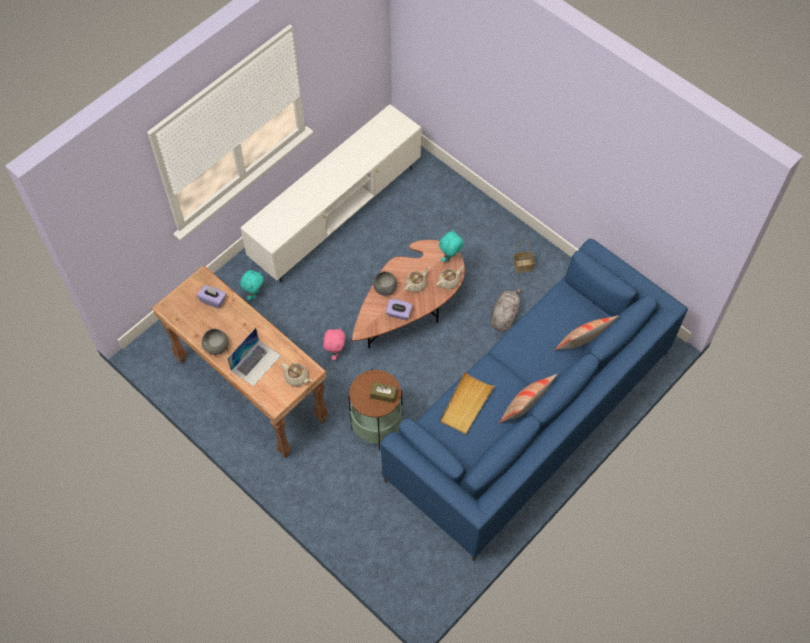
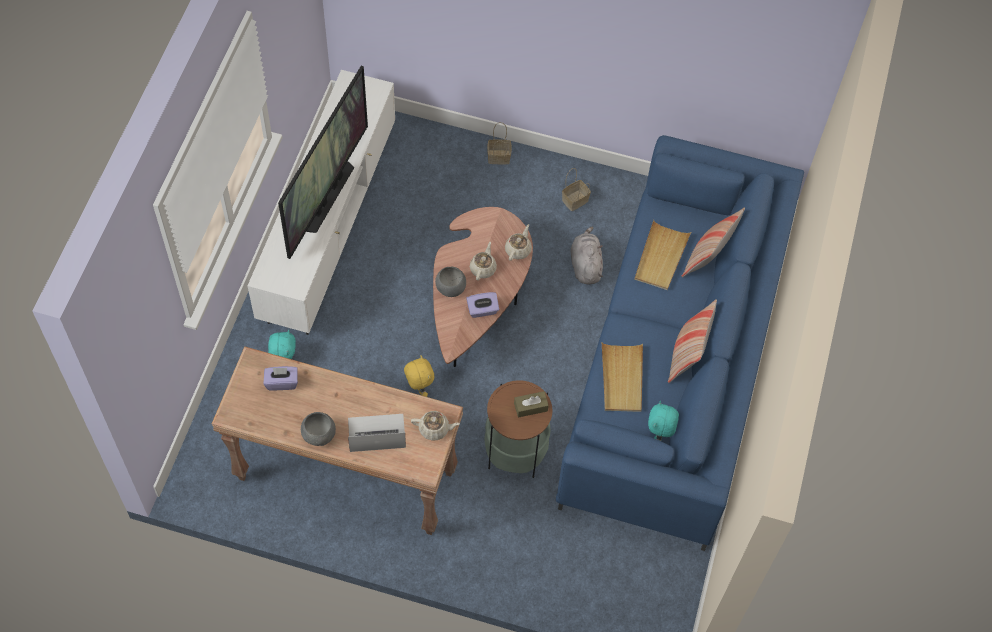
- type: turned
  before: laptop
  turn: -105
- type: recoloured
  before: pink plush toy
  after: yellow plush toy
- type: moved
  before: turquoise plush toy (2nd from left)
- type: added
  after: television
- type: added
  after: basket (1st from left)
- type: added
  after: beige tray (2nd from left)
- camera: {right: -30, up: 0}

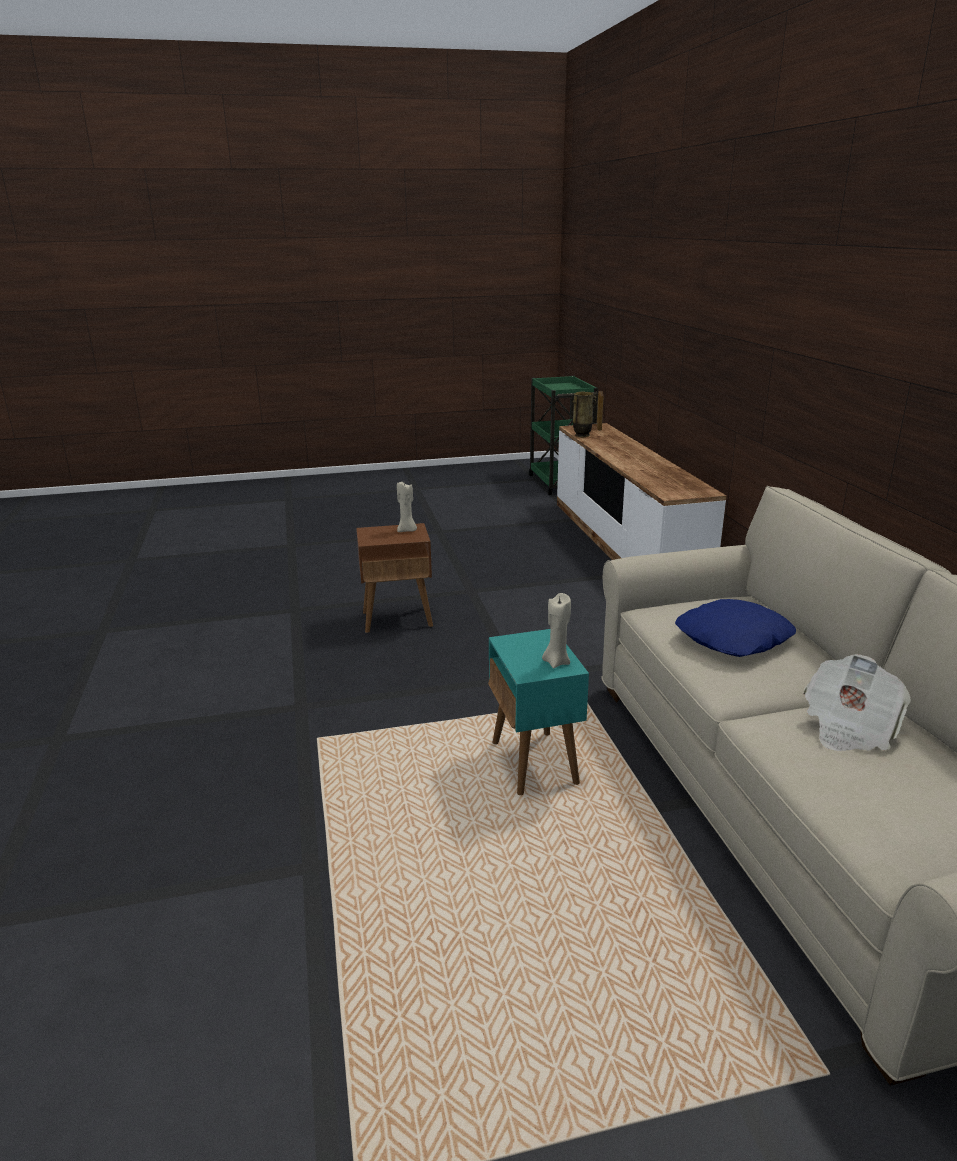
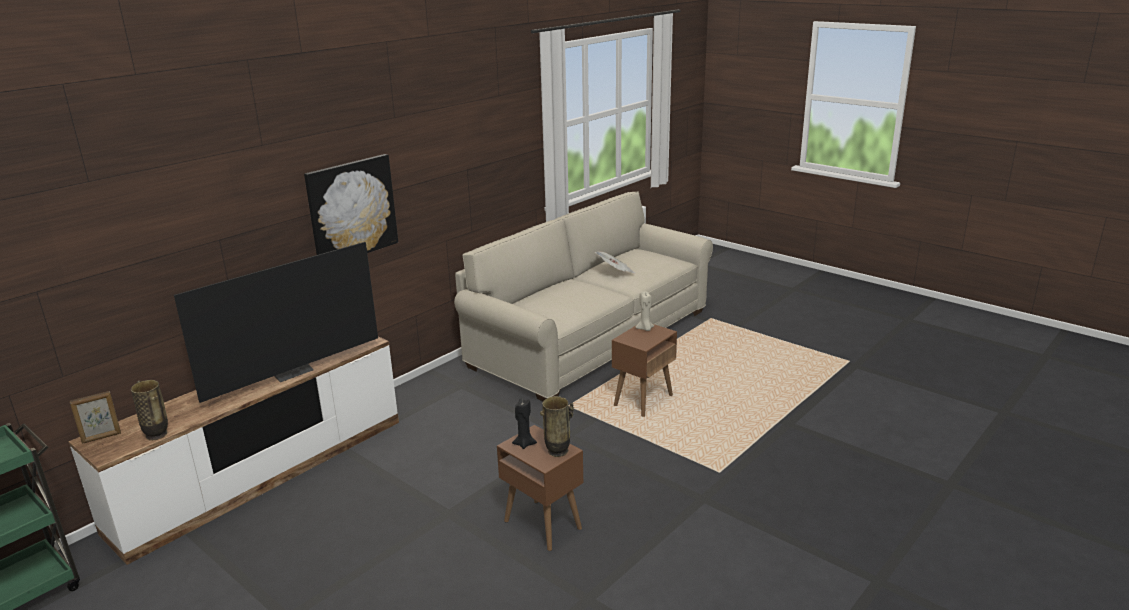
- type: recoloured
  before: beige candle (1st from left)
  after: black candle
- type: recoloured
  before: turquoise side table
  after: brown side table (2nd from left)
- type: removed
  before: blue pillow
- type: added
  after: television
- type: added
  after: picture
- type: added
  after: vase (2nd from left)
- camera: {right: -125, up: 0}

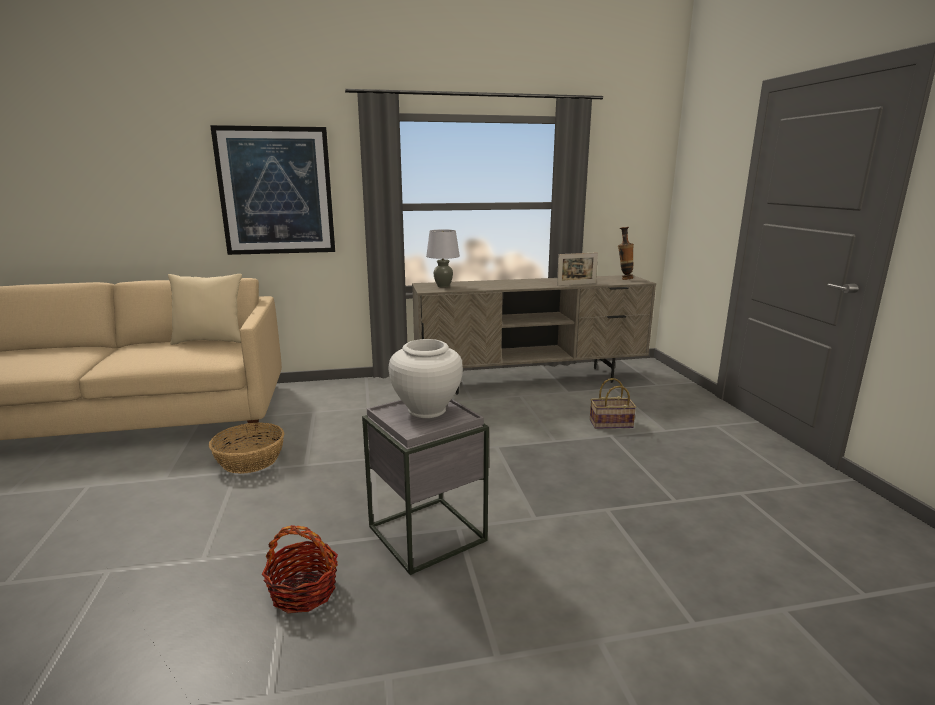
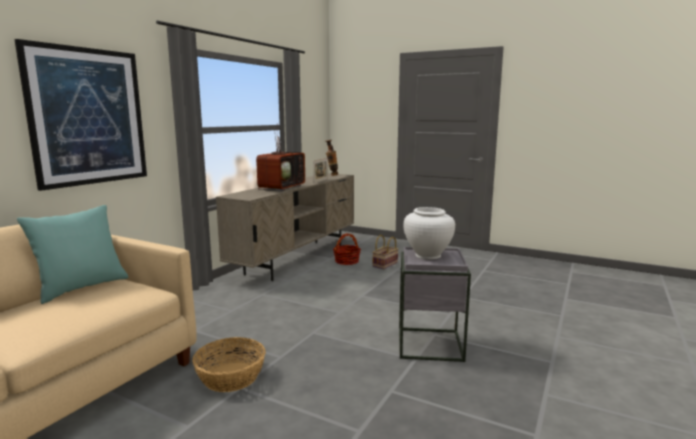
- type: recoloured
  before: beige pillow
  after: turquoise pillow
- type: moved
  before: basket (2nd from left)
- type: removed
  before: grey table lamp
- type: added
  after: television
- camera: {right: -50, up: -5}

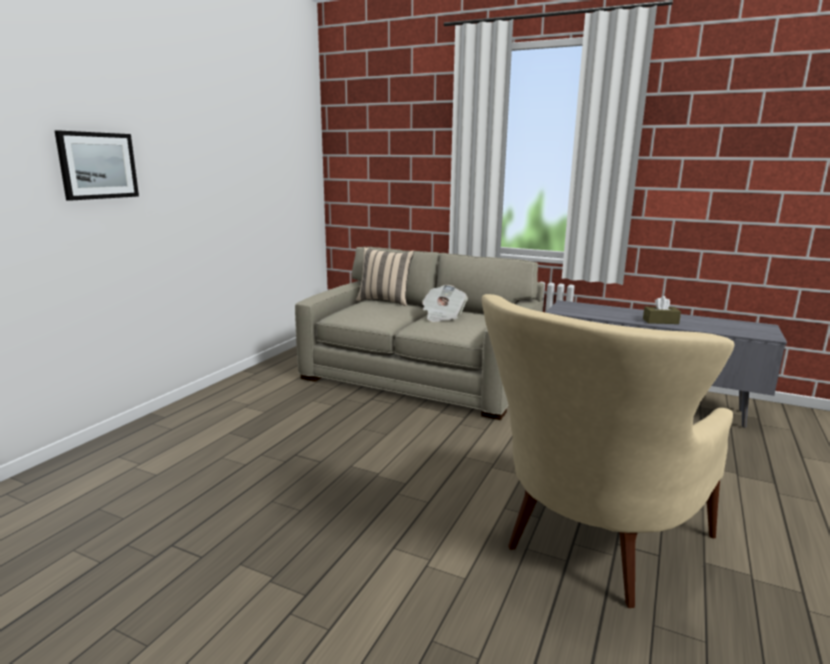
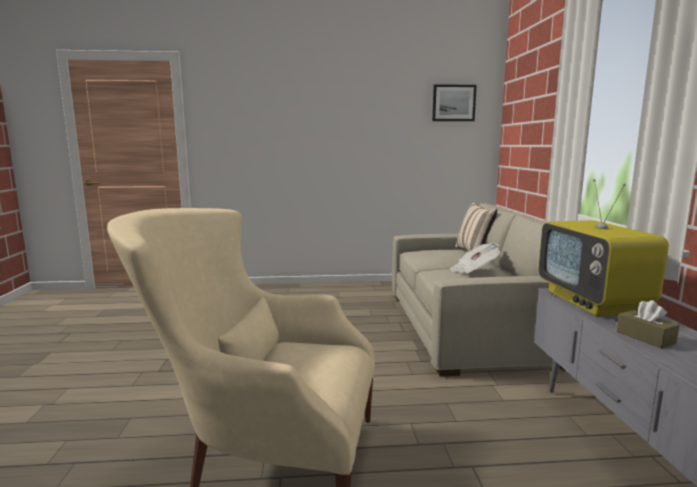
- type: moved
  before: picture
- type: added
  after: television
- camera: {right: 60, up: -5}

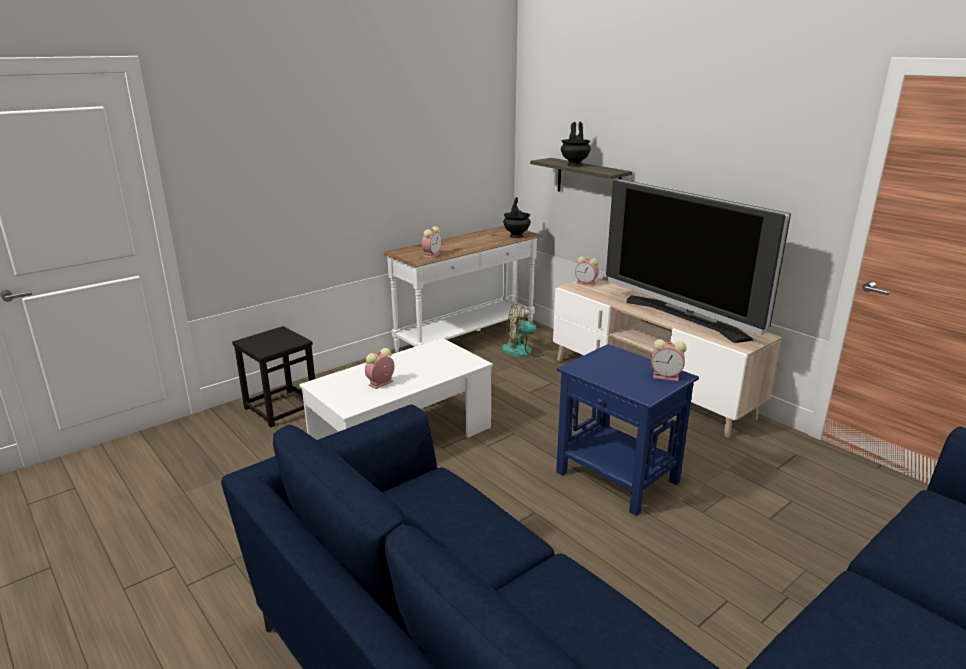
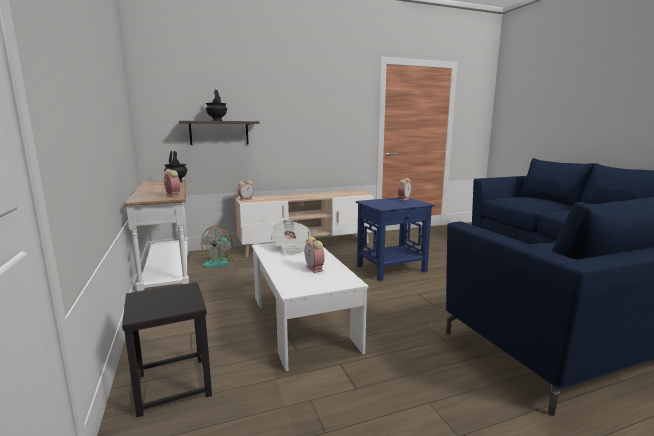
- type: removed
  before: television
- type: added
  after: newspaper
- camera: {right: -70, up: -10}

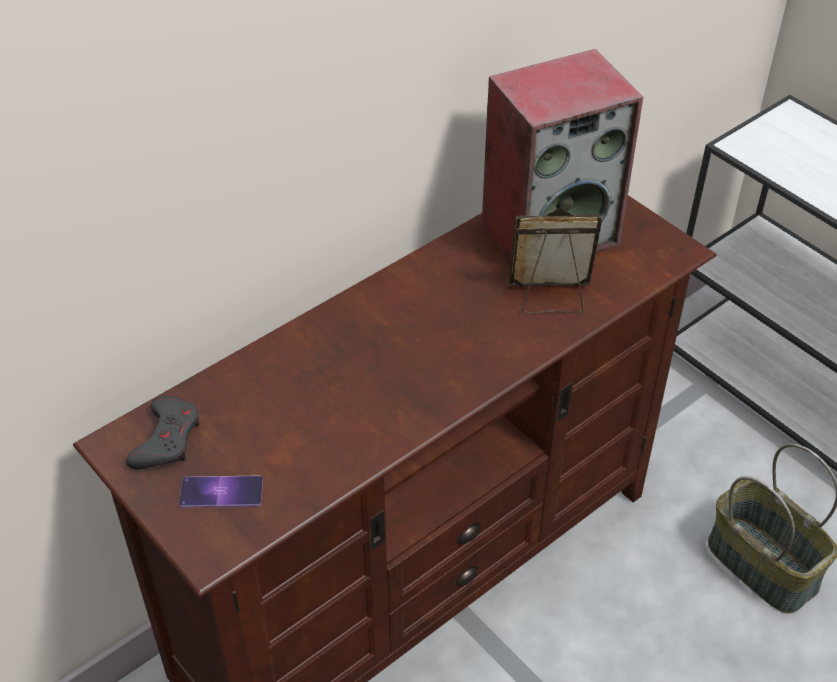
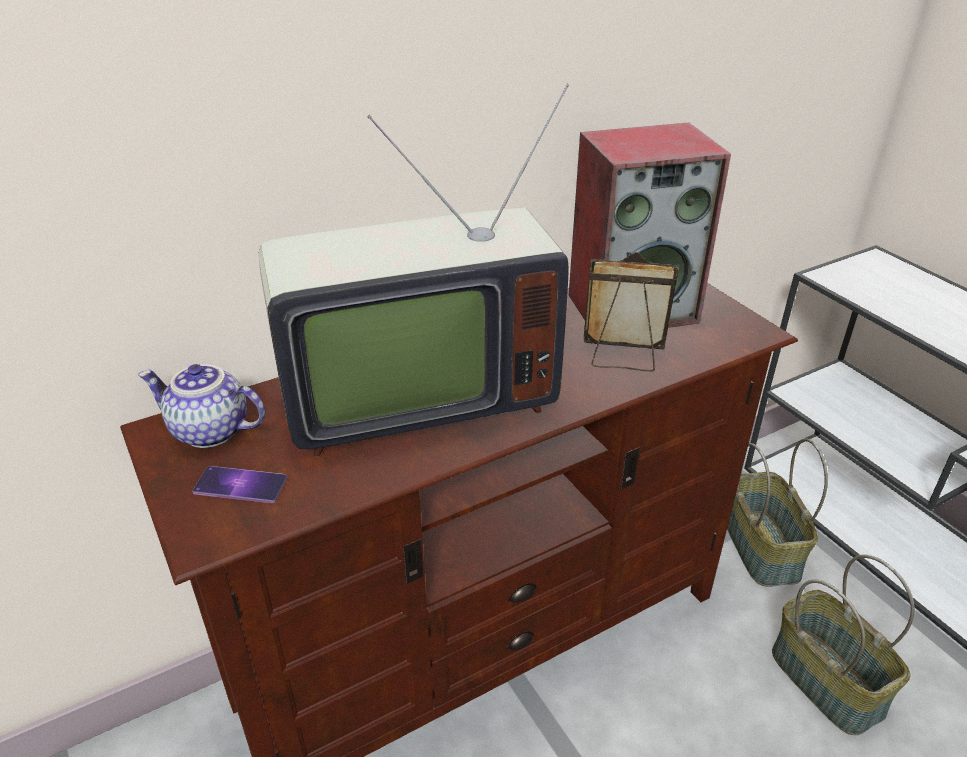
- type: replaced
  before: grey game controller
  after: teapot
- type: added
  after: television
- type: added
  after: basket (1st from left)
- camera: {right: 10, up: -10}

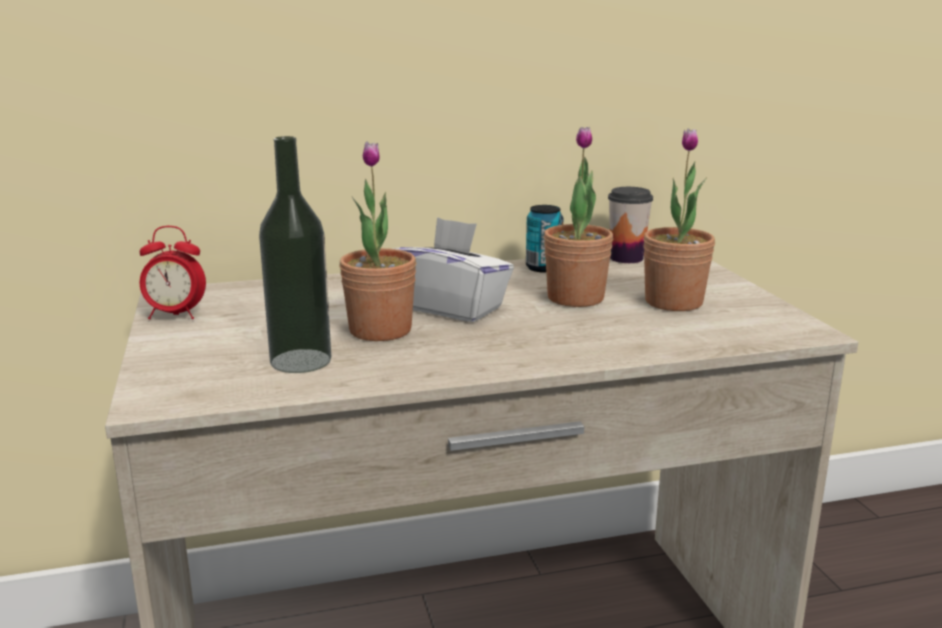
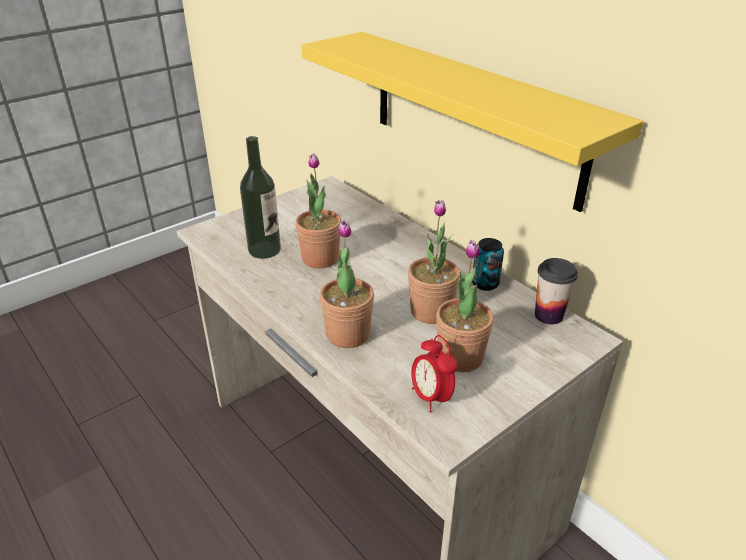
- type: moved
  before: alarm clock
- type: removed
  before: white tissue box
- type: added
  after: yellow shelf
- type: added
  after: potted plant (2nd from left)
- camera: {right: 65, up: 15}

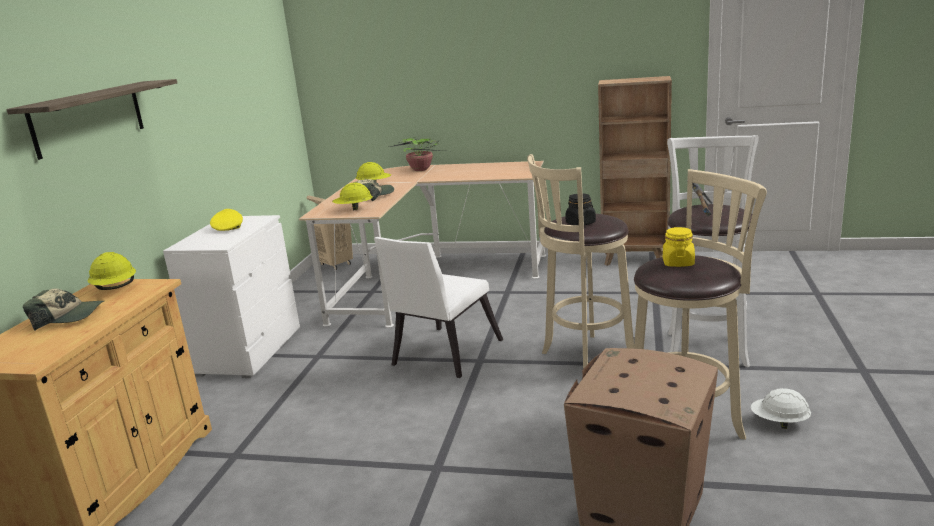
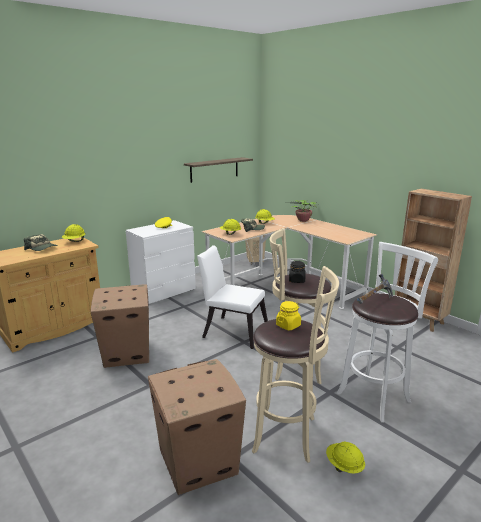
- type: moved
  before: shelf
- type: turned
  before: white chair
  turn: 45
- type: recoloured
  before: white hard hat
  after: yellow hard hat (4th from left)
- type: added
  after: cardboard box (1st from left)
- camera: {right: 35, up: 0}

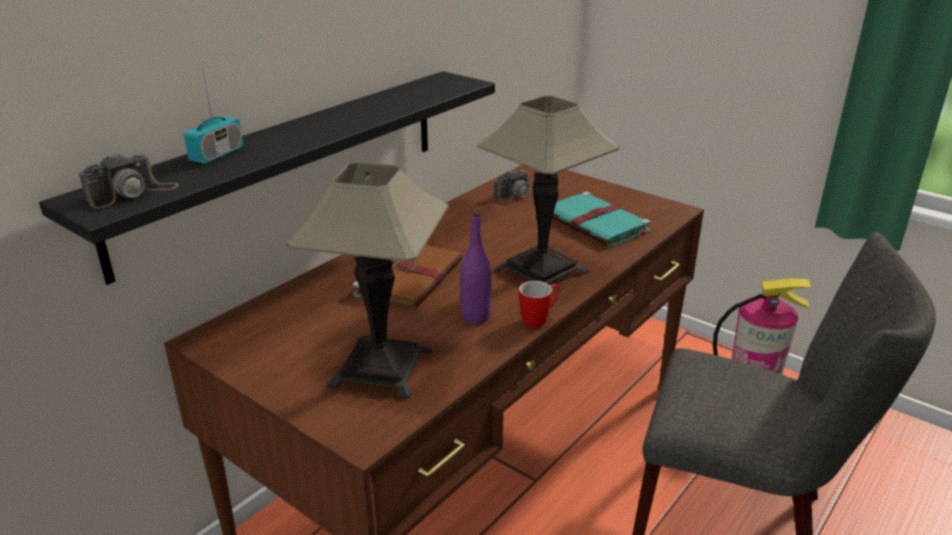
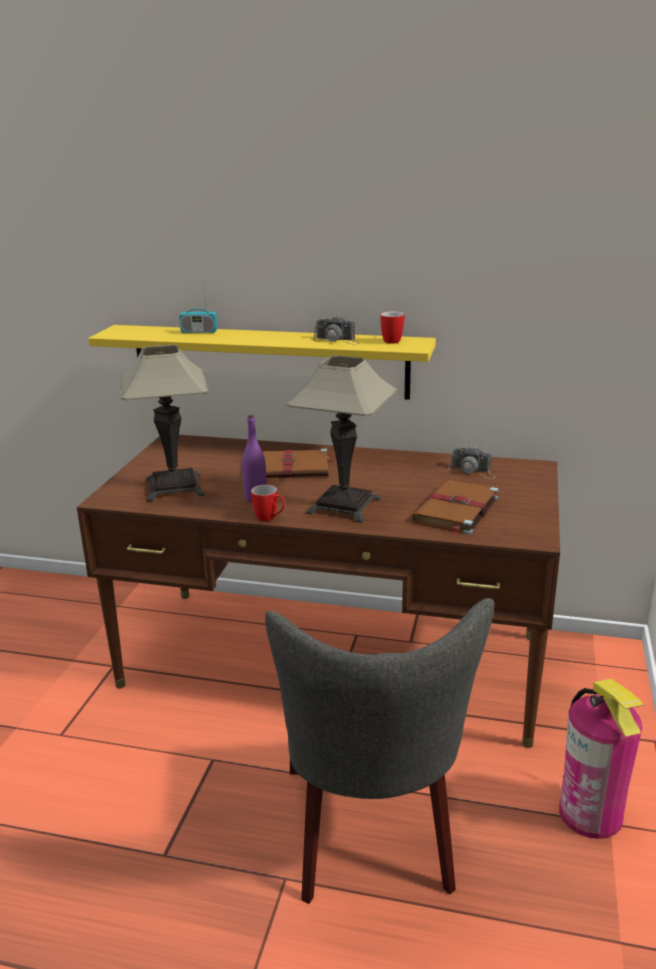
- type: recoloured
  before: black shelf
  after: yellow shelf
- type: moved
  before: photo camera (1st from left)
- type: recoloured
  before: turquoise book
  after: brown book (2nd from left)
- type: added
  after: mug (2nd from left)
- camera: {right: 65, up: -5}

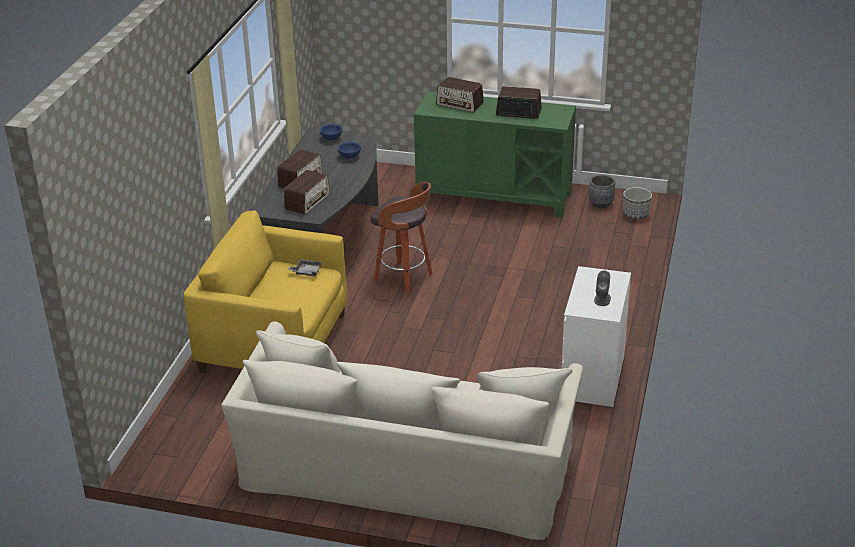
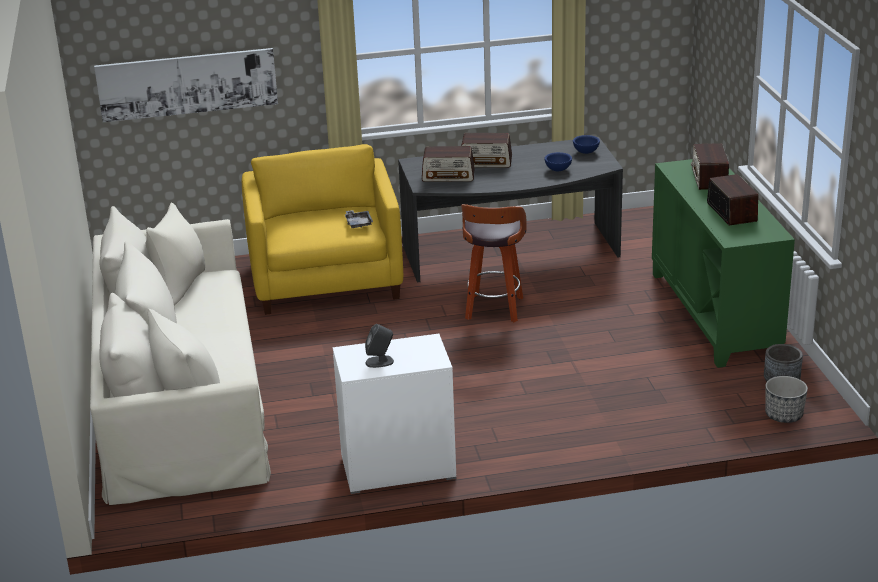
- type: added
  after: picture
- camera: {right: 65, up: -5}

